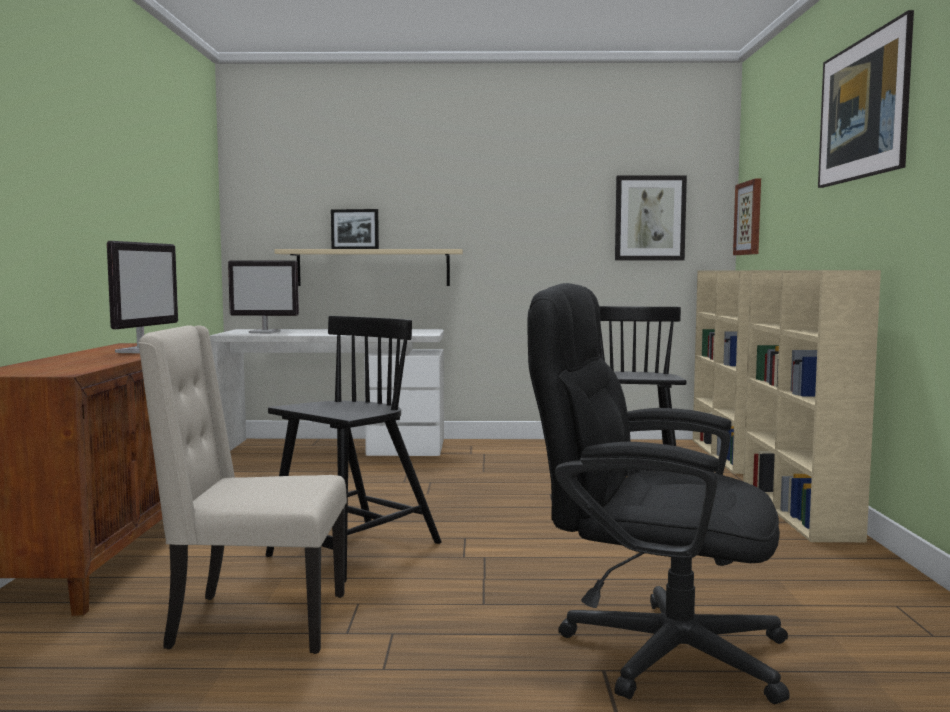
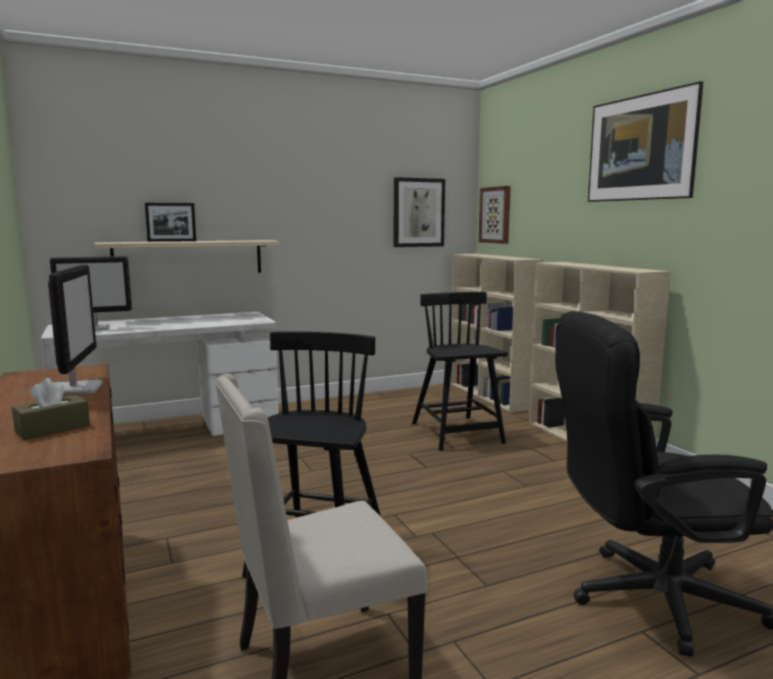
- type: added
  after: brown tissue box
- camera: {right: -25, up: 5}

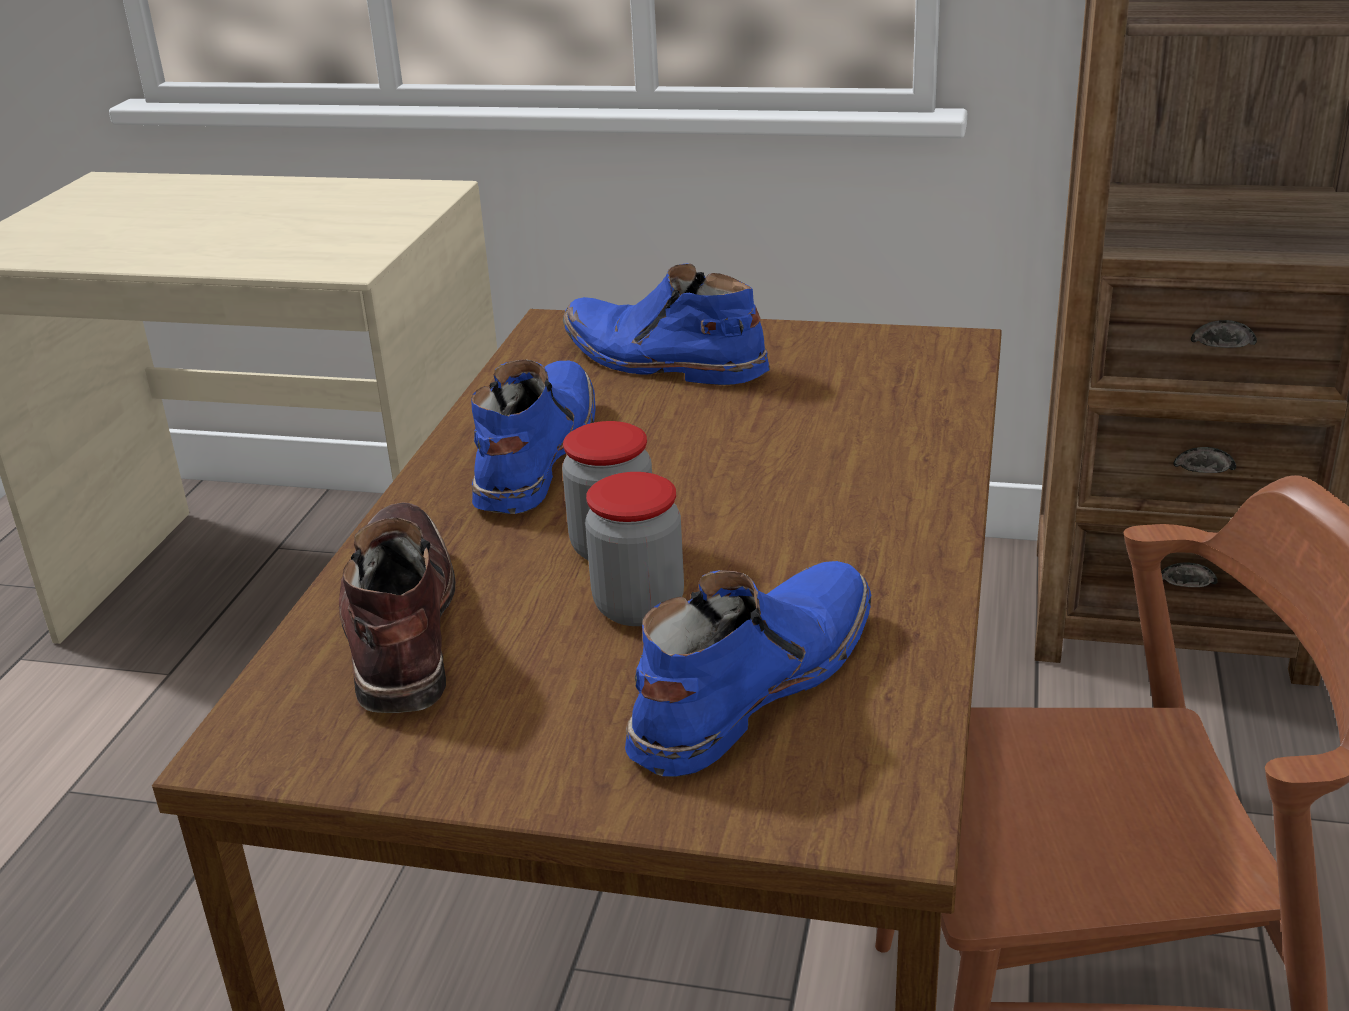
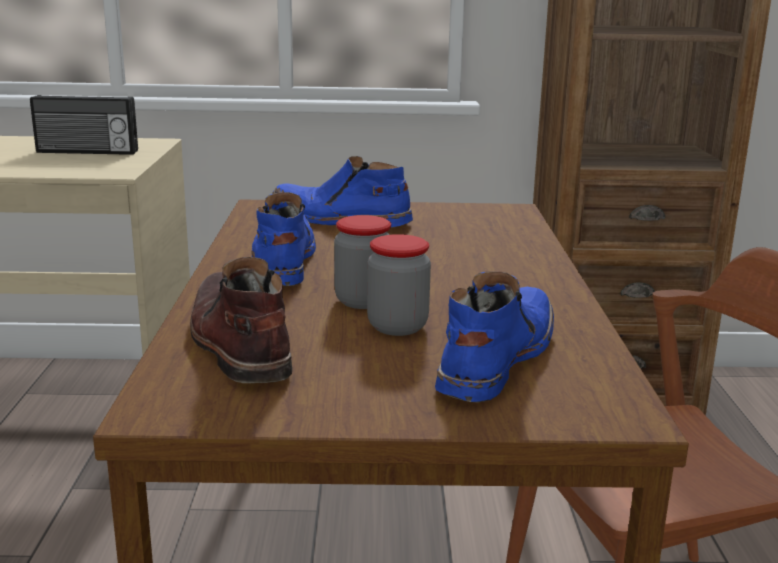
- type: added
  after: radio
- camera: {right: -15, up: -10}

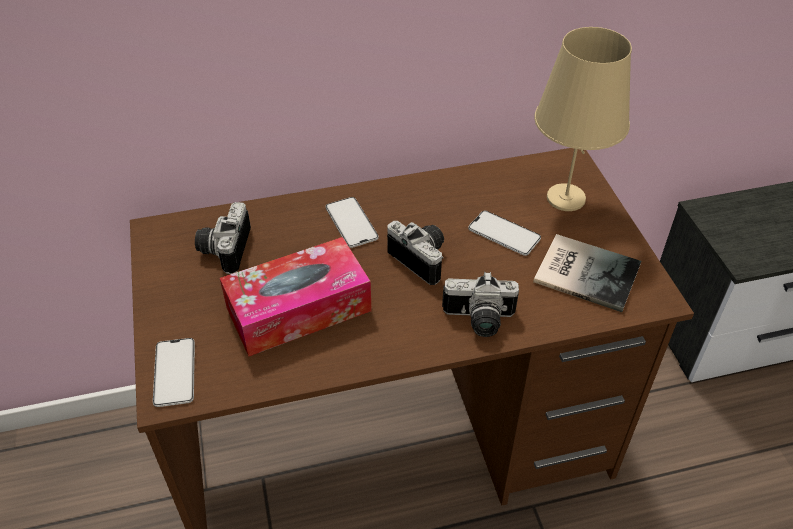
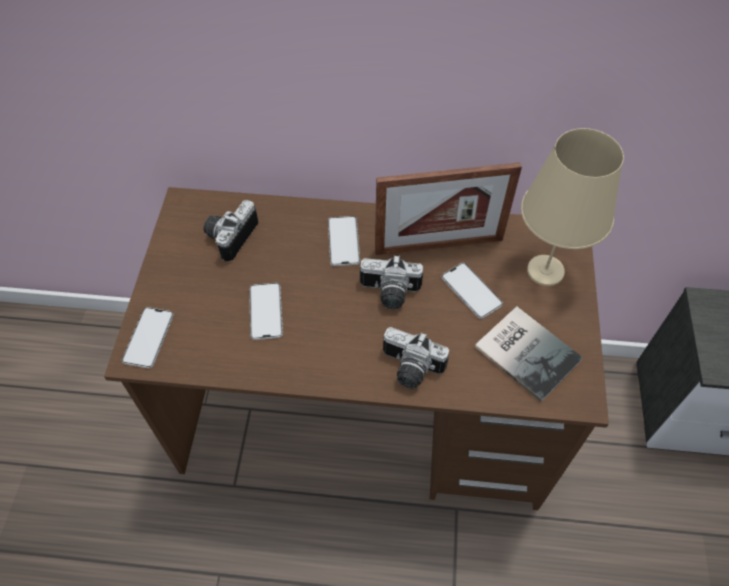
- type: replaced
  before: tissue box
  after: phone (2nd from left)
- type: turned
  before: photo camera (2nd from left)
  turn: 120
- type: added
  after: picture frame
- camera: {right: 20, up: 10}

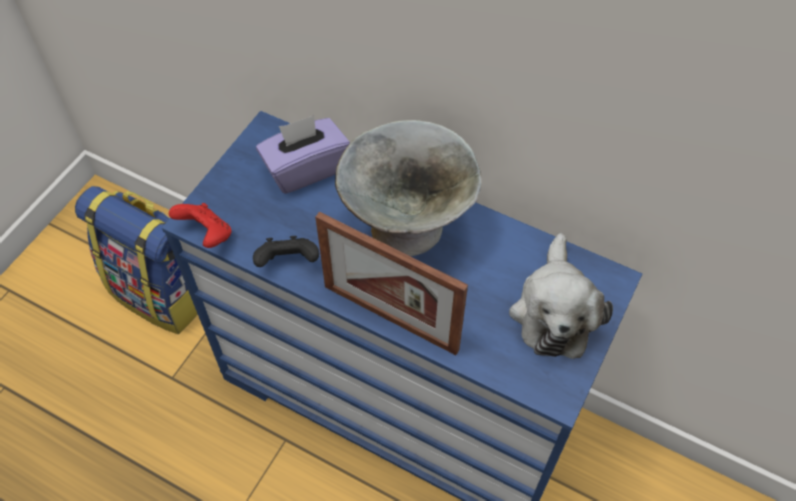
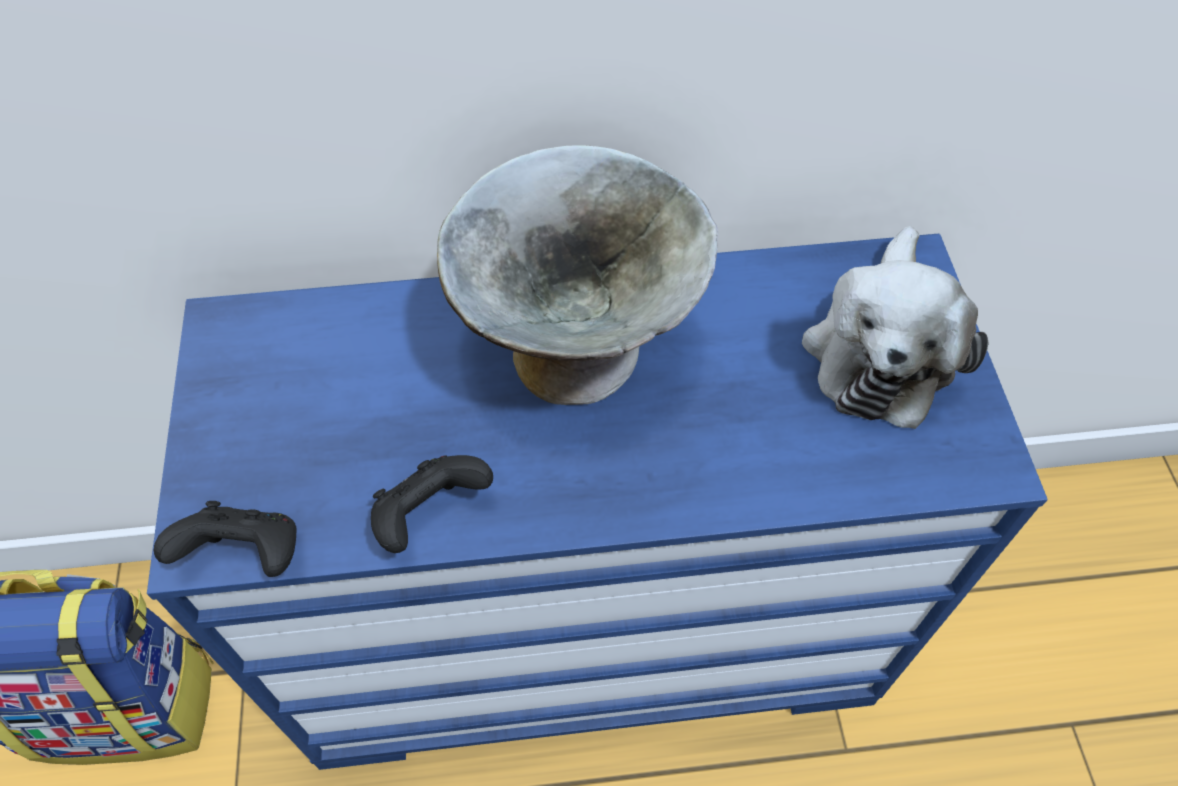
- type: recoloured
  before: red game controller
  after: black game controller (1st from left)
- type: removed
  before: purple tissue box
- type: removed
  before: picture frame
- type: turned
  before: plush toy
  turn: 45
- camera: {right: -35, up: 0}

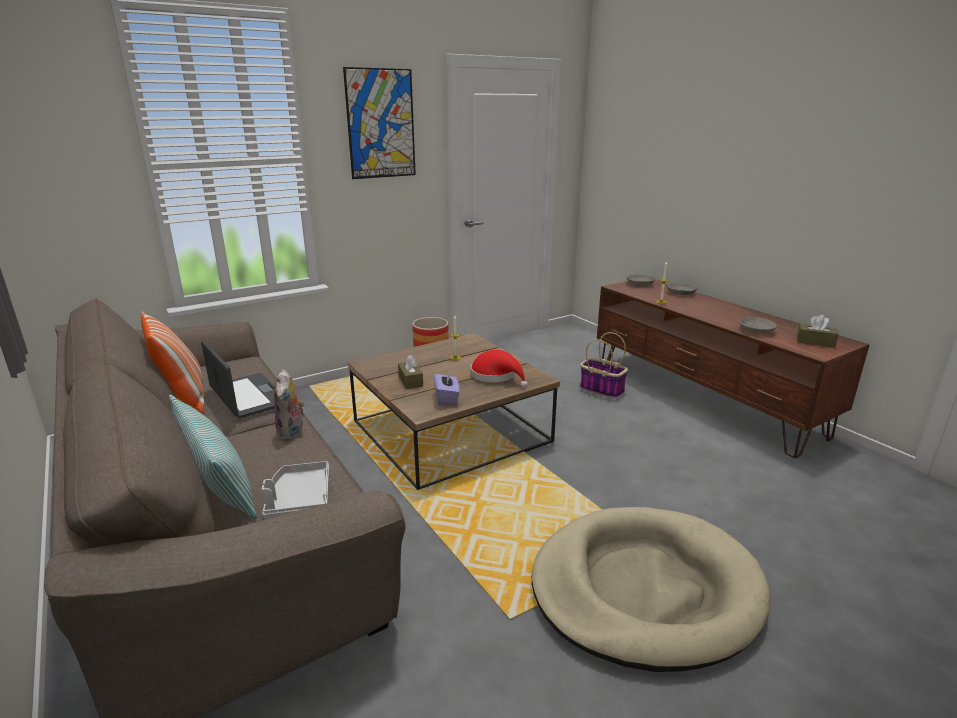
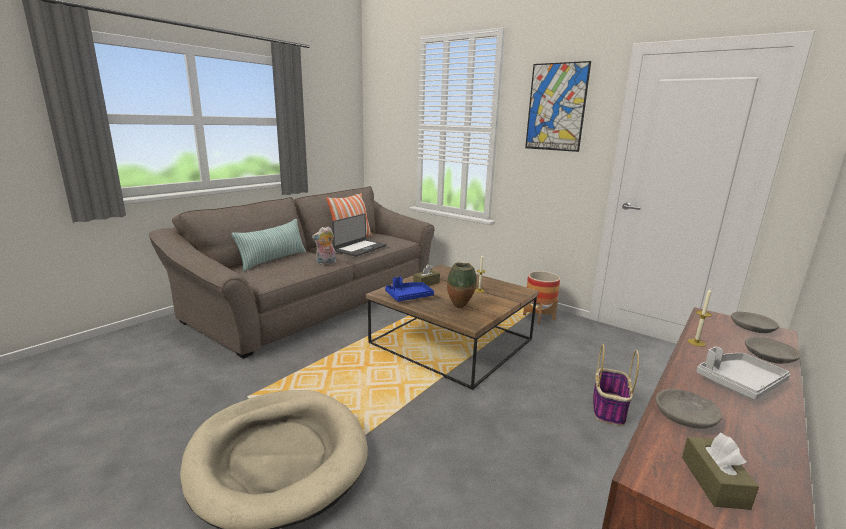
- type: moved
  before: grey tray
- type: replaced
  before: purple tissue box
  after: blue tray
- type: replaced
  before: red hat
  after: vase
- camera: {right: 70, up: -5}

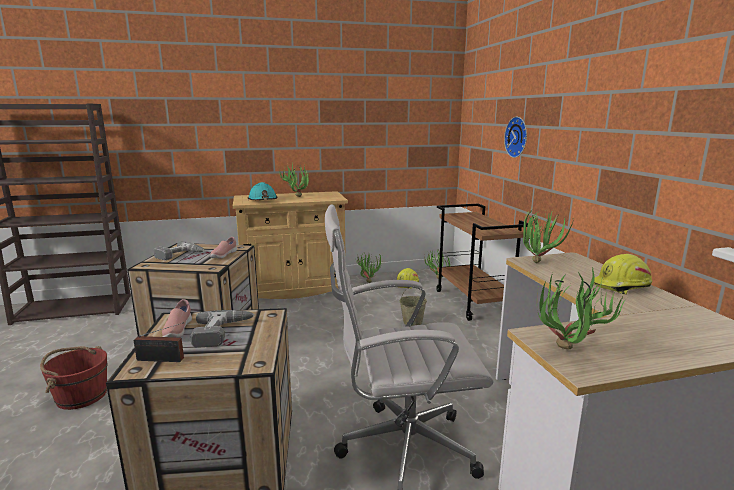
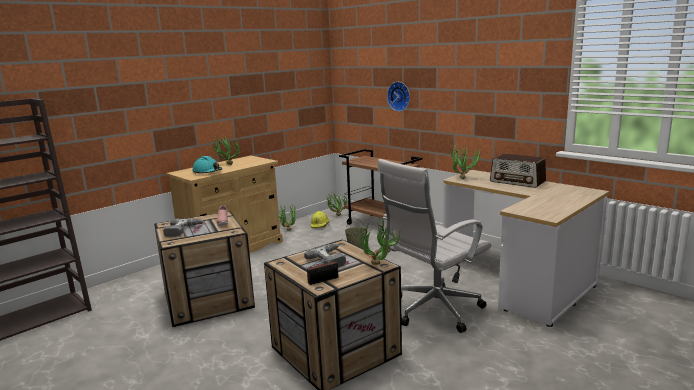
- type: removed
  before: red bucket
- type: removed
  before: pink shoe (1st from left)
- type: moved
  before: potted plant (5th from left in the first image)
  after: potted plant (4th from left)
- type: replaced
  before: yellow hard hat (2nd from left)
  after: radio (2nd from left)
- camera: {right: -30, up: 0}

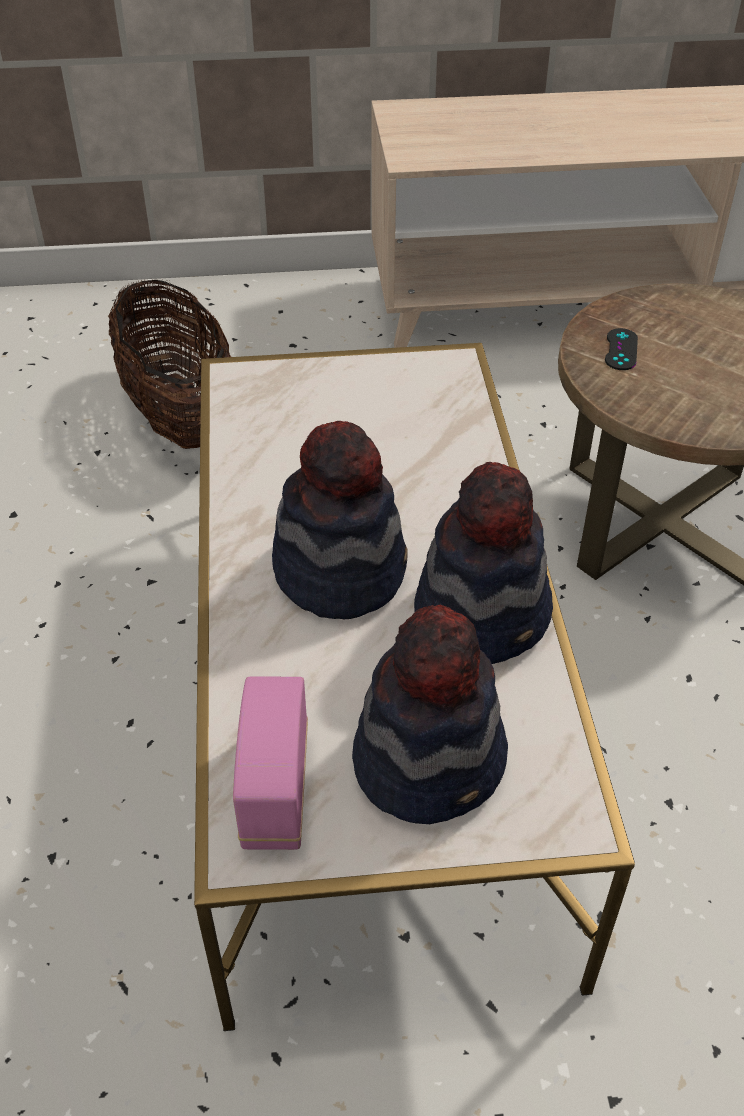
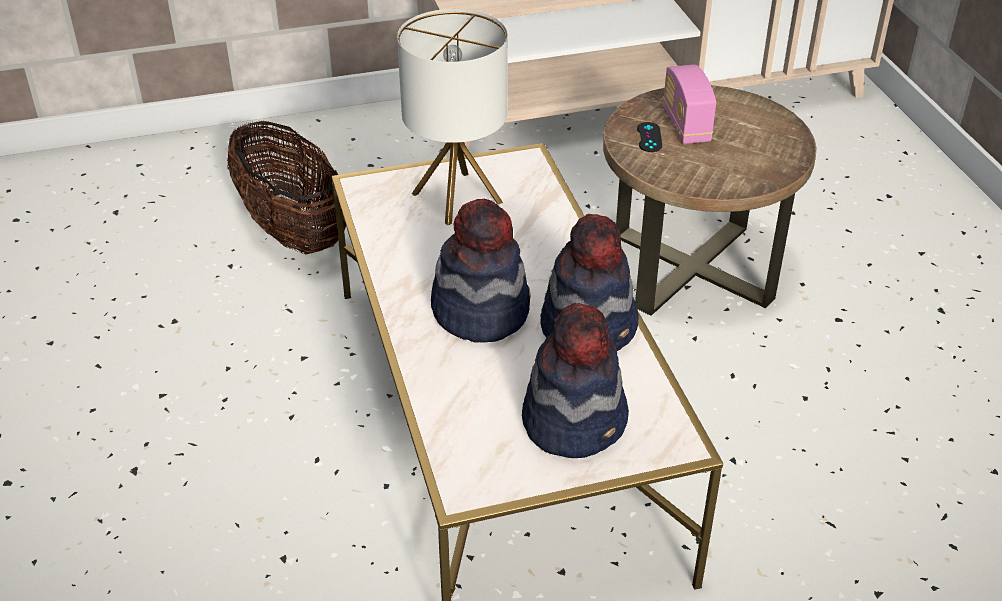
- type: moved
  before: radio
- type: added
  after: table lamp
- camera: {right: -10, up: -5}

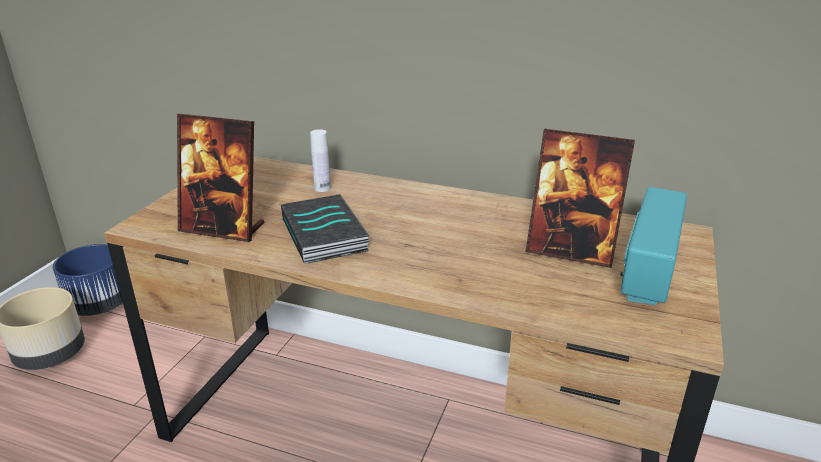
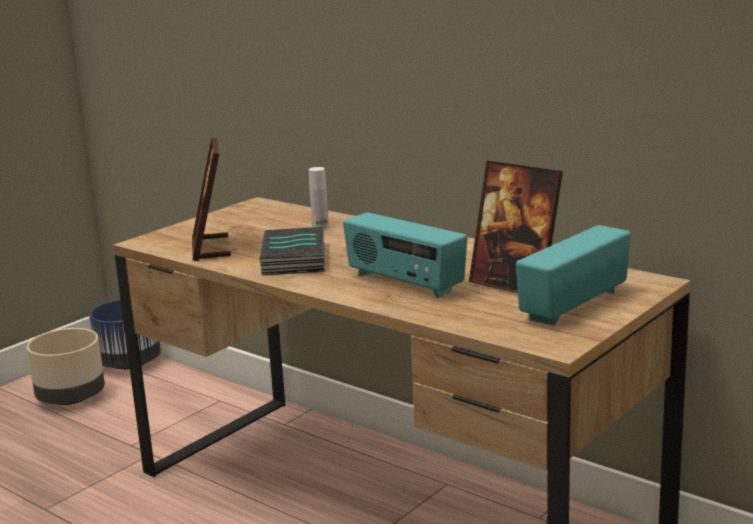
- type: turned
  before: picture frame (1st from left)
  turn: 45
- type: added
  after: radio (1st from left)
- camera: {right: 20, up: -10}

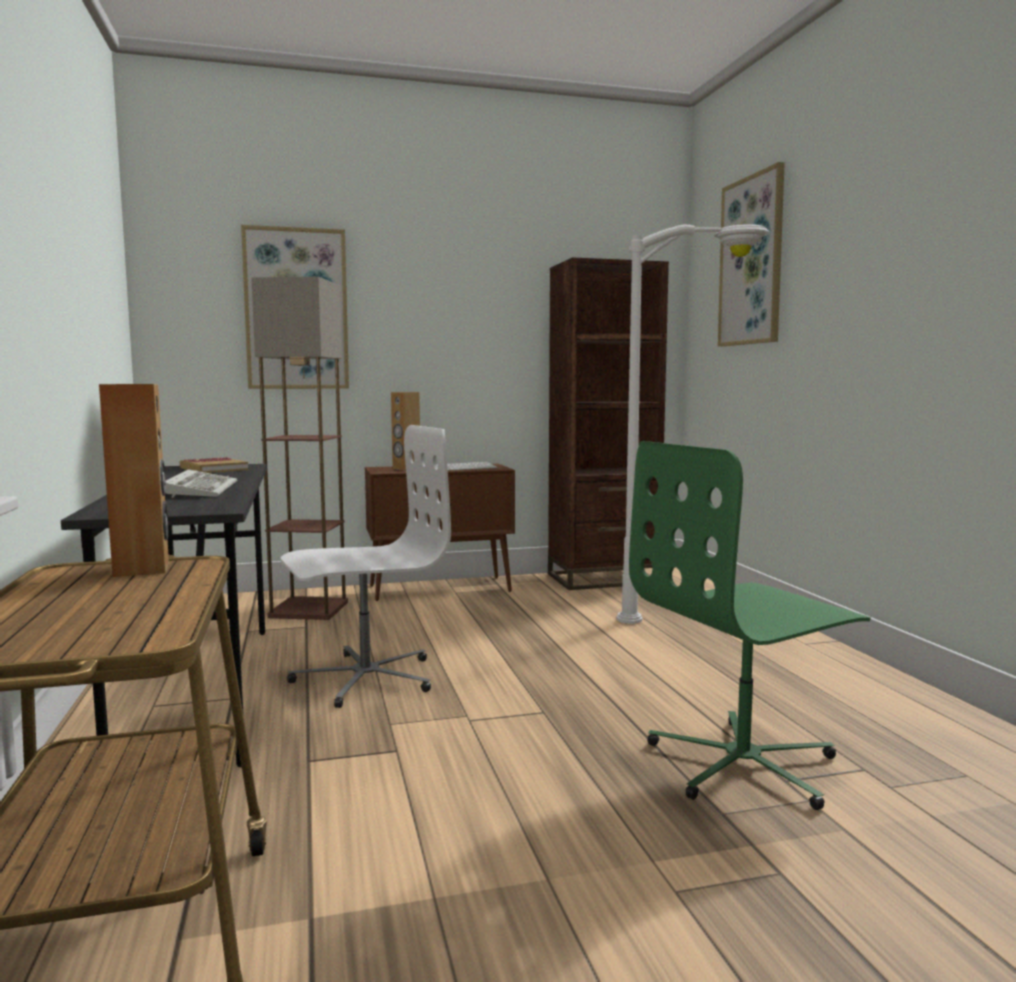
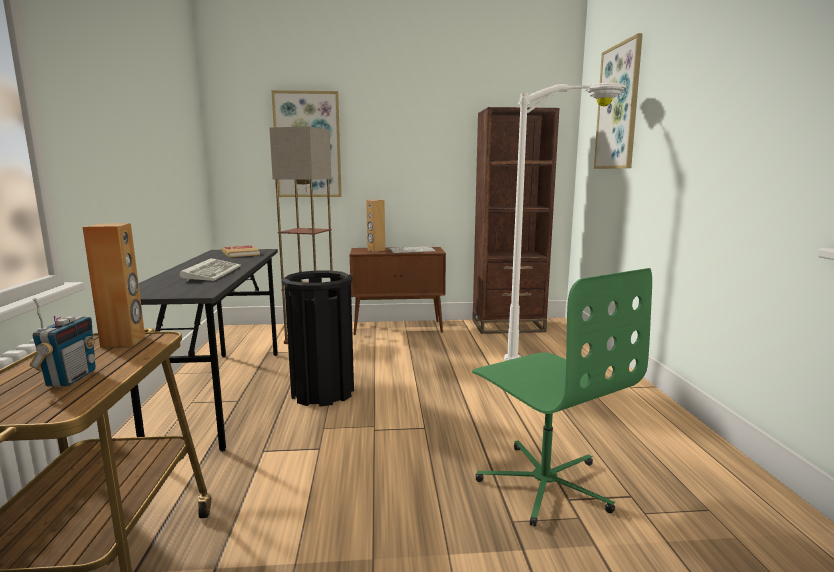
- type: replaced
  before: white office chair
  after: black trash can
- type: turned
  before: green office chair
  turn: -105
- type: added
  after: radio
- camera: {right: 10, up: 5}

